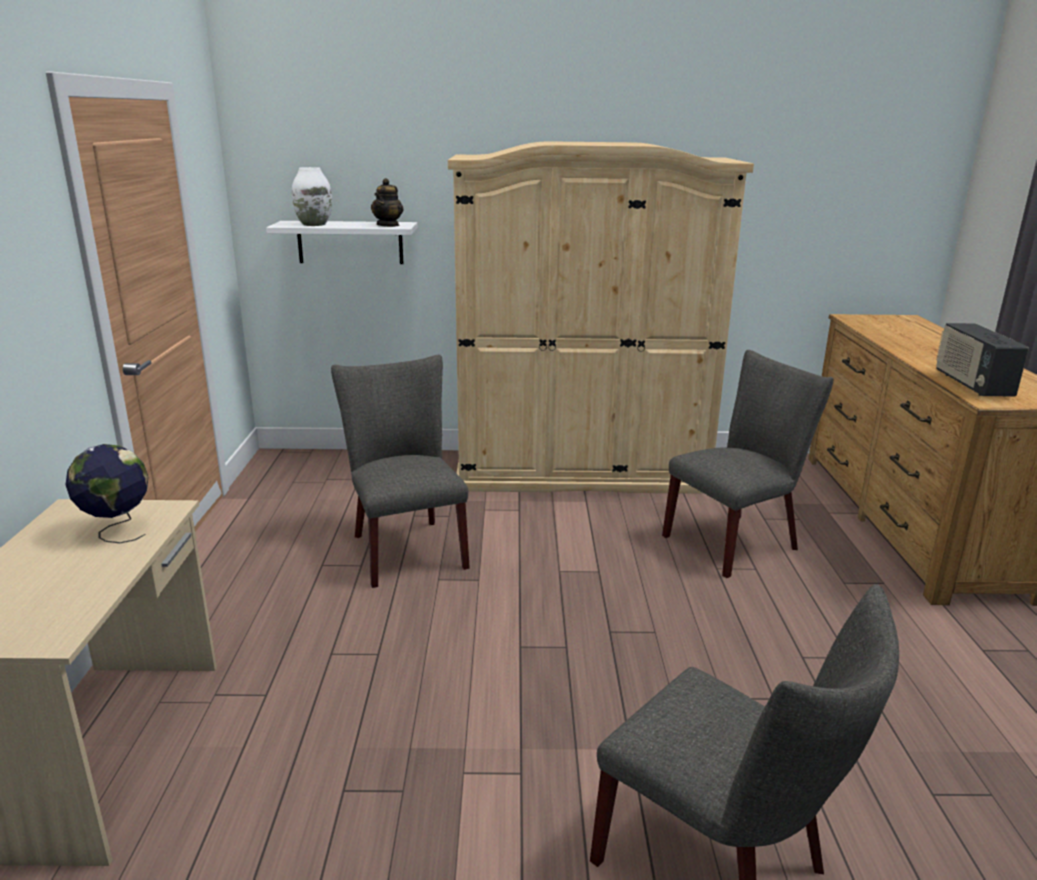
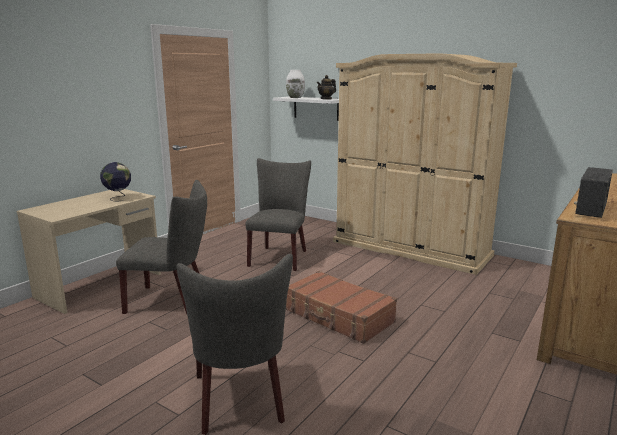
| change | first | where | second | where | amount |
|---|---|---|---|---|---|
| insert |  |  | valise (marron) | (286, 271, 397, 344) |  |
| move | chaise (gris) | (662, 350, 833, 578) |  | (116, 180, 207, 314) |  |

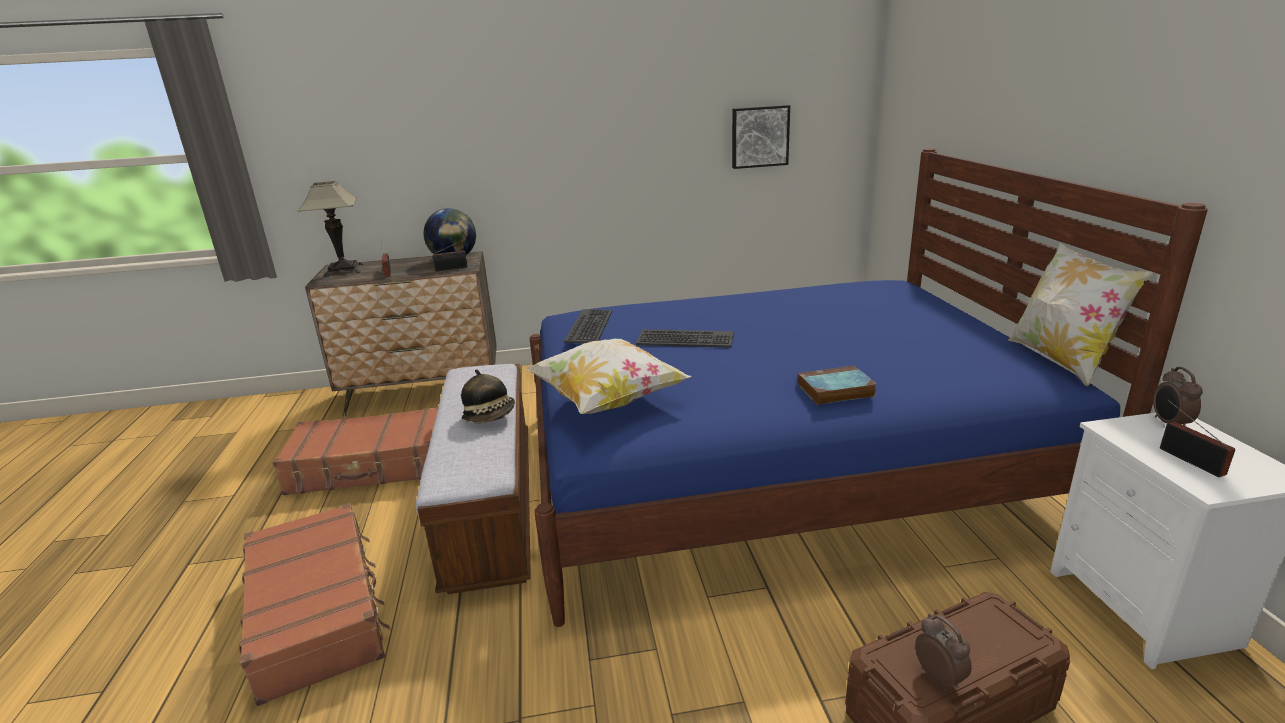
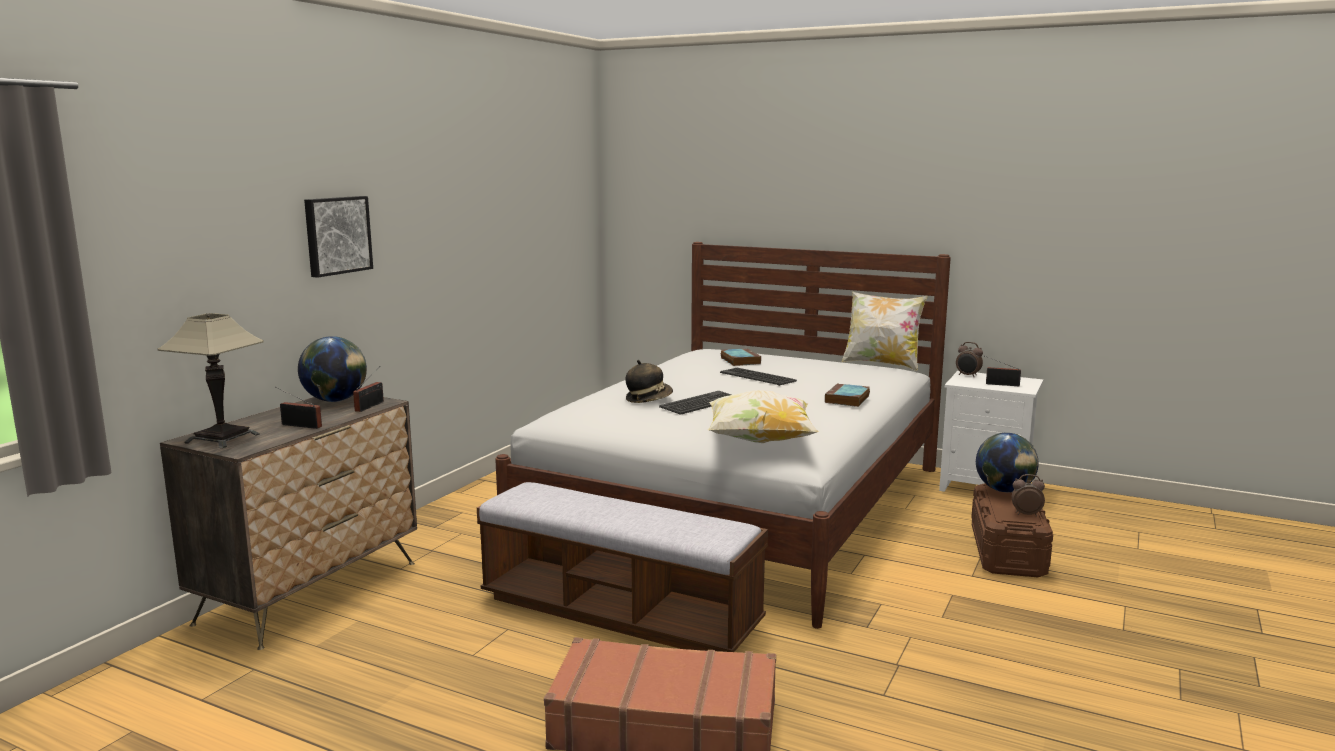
| change | first | where | second | where | amount |
|---|---|---|---|---|---|
| delete | valise (marron) | (272, 407, 438, 496) |  |  |  |
| insert |  |  | livre | (721, 348, 761, 366) |  |
| insert |  |  | globe | (976, 433, 1039, 493) |  |
| move | chapeau | (461, 369, 515, 424) |  | (625, 360, 673, 403) |  |
| move | clavier | (564, 309, 612, 343) |  | (720, 368, 797, 386) |  |
| move | tableau | (732, 105, 790, 169) |  | (304, 196, 373, 278) |  |
| recolor | lit (bleu) | (529, 149, 1208, 627) | lit (blanc) | (495, 242, 951, 629) |  |

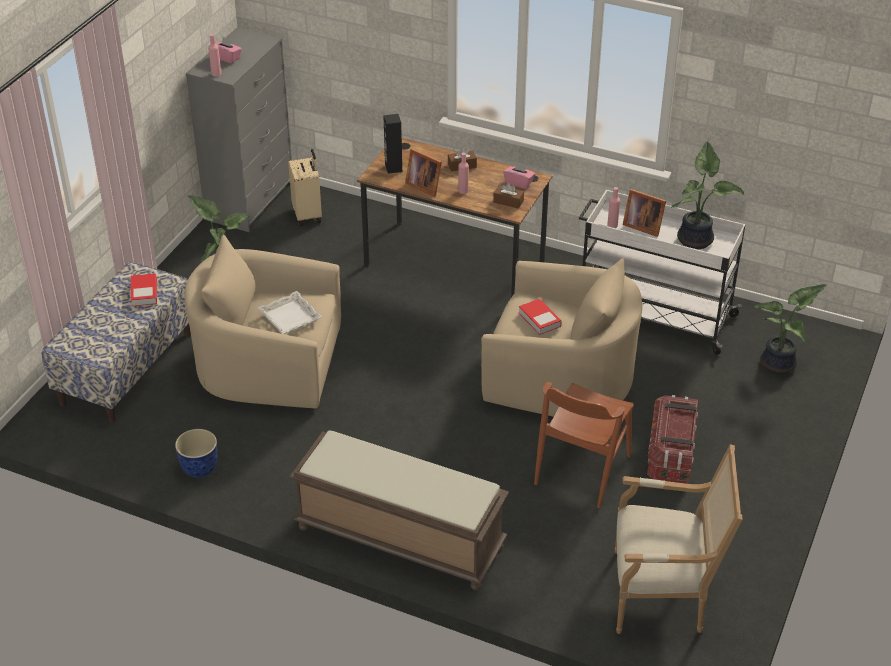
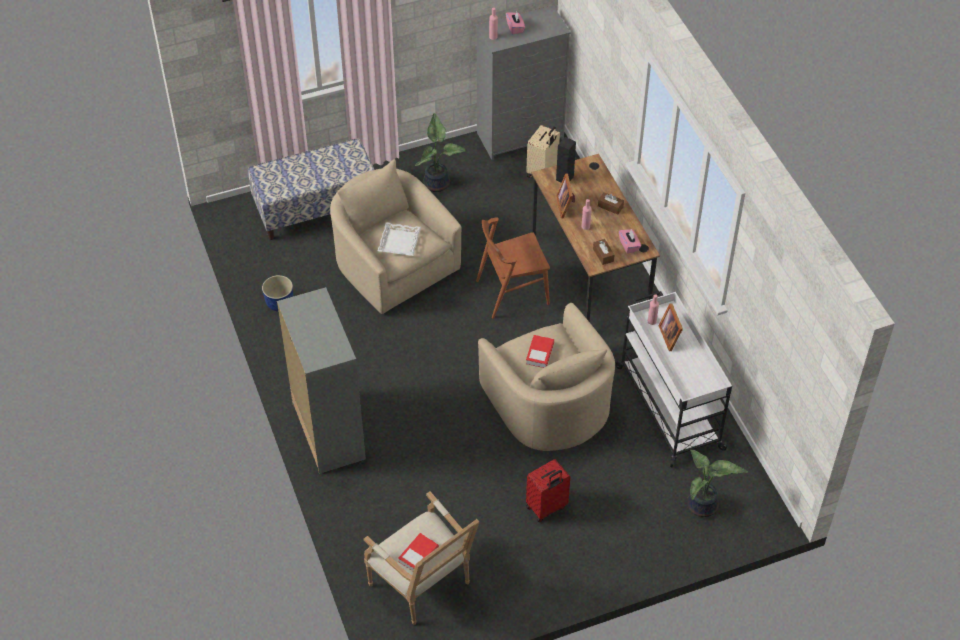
| change | first | where | second | where | amount |
|---|---|---|---|---|---|
| delete | plante en pot | (671, 141, 744, 249) |  |  |  |
| move | livre | (131, 273, 157, 306) |  | (398, 533, 439, 571) |  |
| move | chaise (marron) | (534, 382, 634, 508) |  | (476, 218, 550, 319) |  |
| replace | banc (marron) | (290, 430, 509, 591) | commode (gris) | (277, 287, 366, 474) |  |
| replace | boîte de rangement | (647, 395, 698, 484) | valise (rouge) | (526, 459, 570, 522) |  |

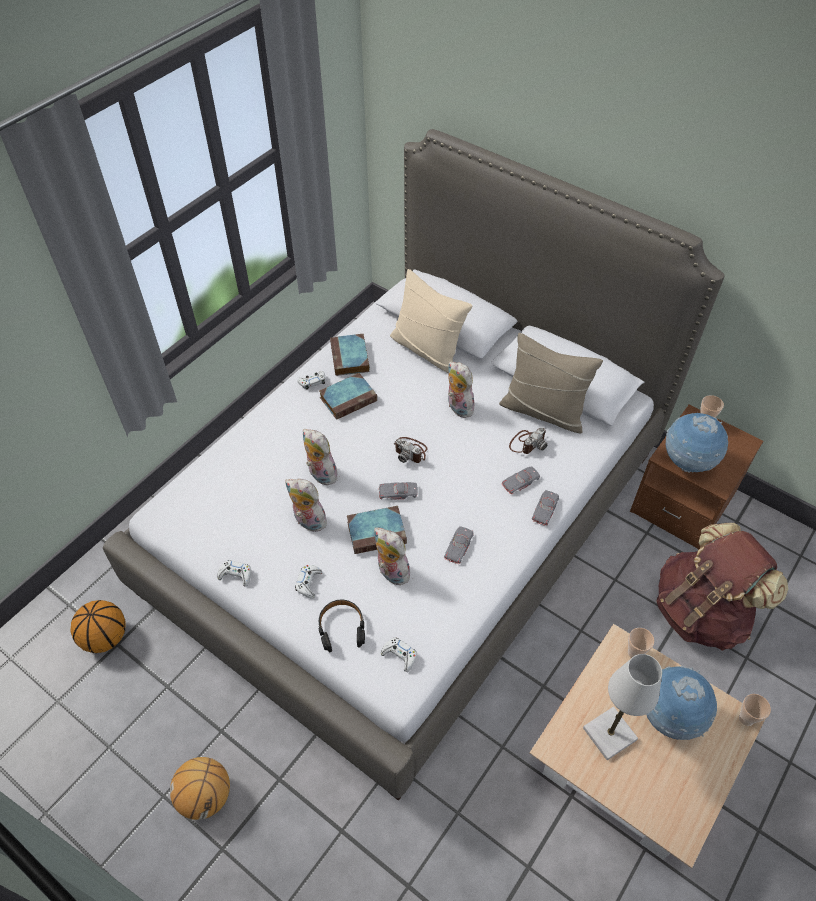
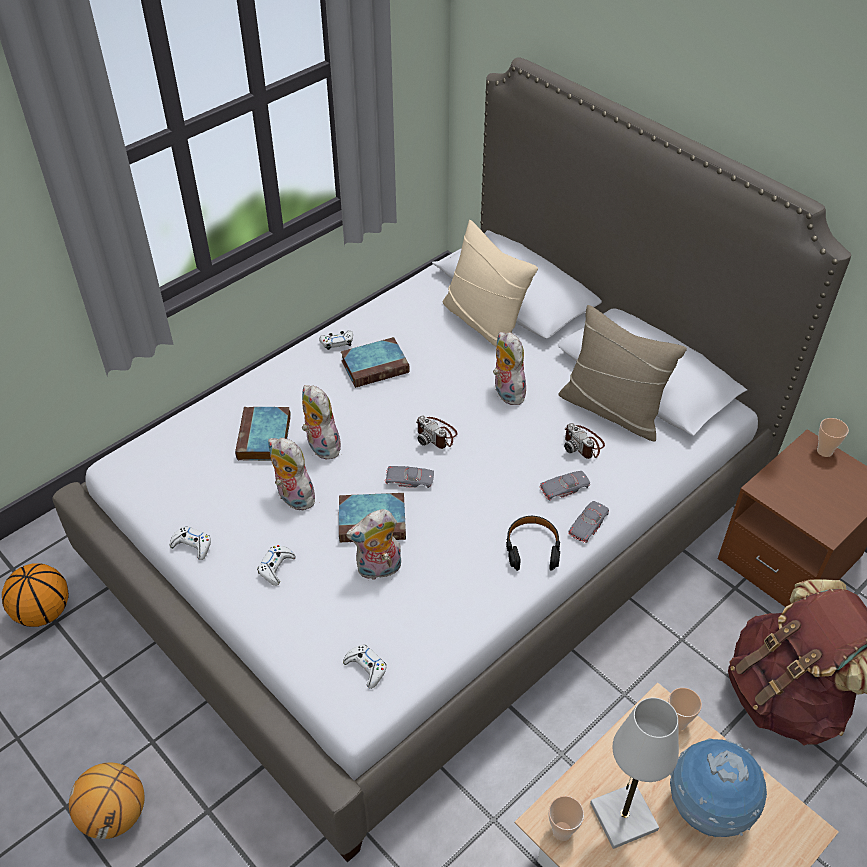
| change | first | where | second | where | amount |
|---|---|---|---|---|---|
| delete | petite voiture (gris) | (444, 526, 474, 564) |  |  |  |
| delete | globe | (666, 413, 728, 472) |  |  |  |
| move | casque audio (noir) | (319, 600, 365, 652) |  | (506, 516, 560, 571) |  |
| move | livre | (330, 334, 370, 376) |  | (235, 407, 291, 461) |  |
| move | tasse | (739, 694, 771, 726) |  | (549, 796, 584, 841) |  |
| rotate | peluche | (374, 527, 410, 586) |  | (346, 509, 401, 580) | 75 degrees counterclockwise |
| rotate | appareil photo | (509, 428, 548, 454) |  | (564, 423, 605, 459) | 90 degrees clockwise |

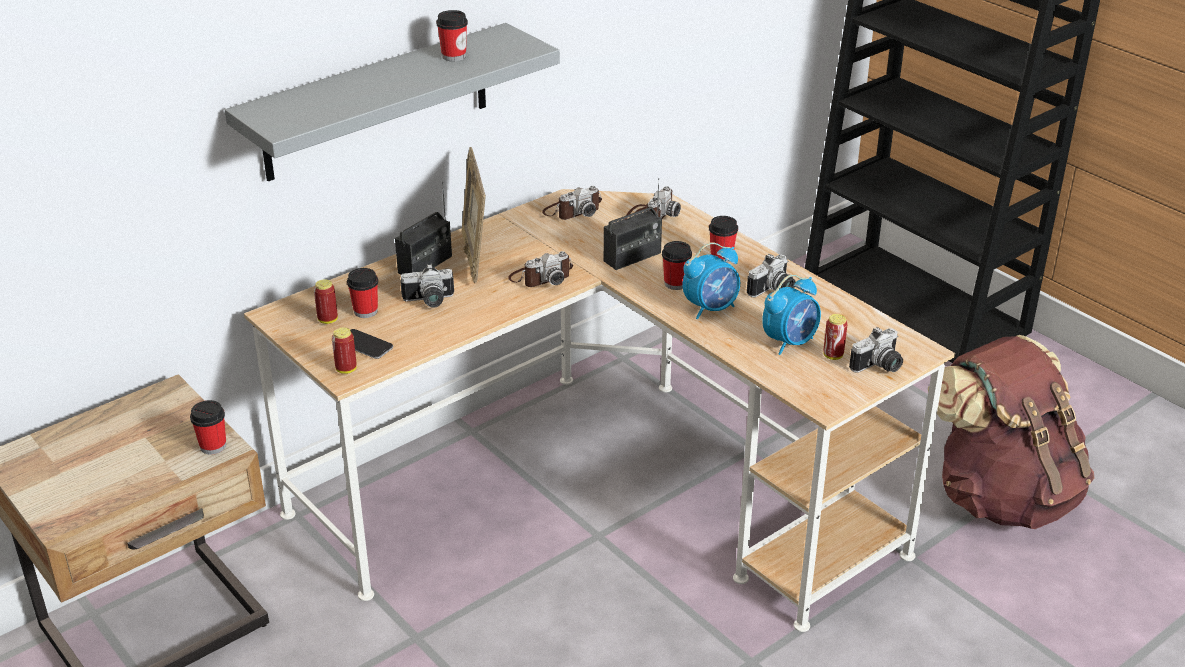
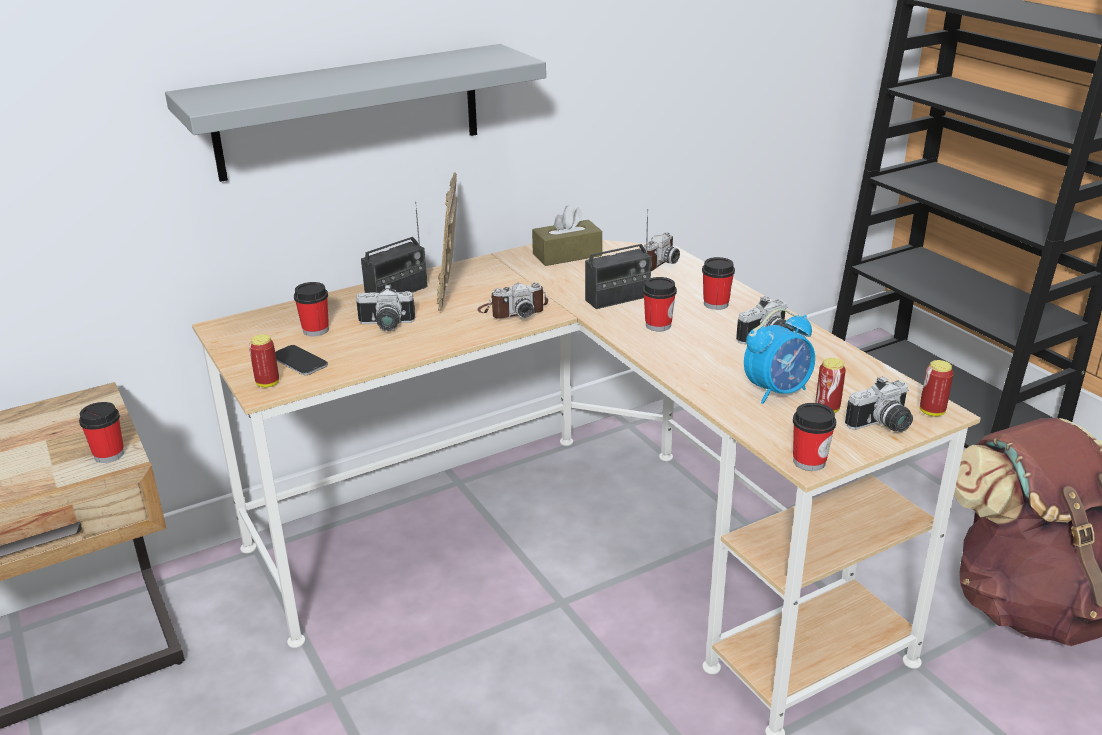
| change | first | where | second | where | amount |
|---|---|---|---|---|---|
| delete | réveil | (683, 242, 740, 320) |  |  |  |
| move | boîte métallique | (314, 279, 338, 324) |  | (920, 360, 954, 416) |  |
| move | tasse | (436, 10, 468, 61) |  | (793, 403, 836, 471) |  |
| replace | appareil photo | (542, 186, 602, 220) | boîte à mouchoirs (marron) | (532, 205, 602, 266) |  |

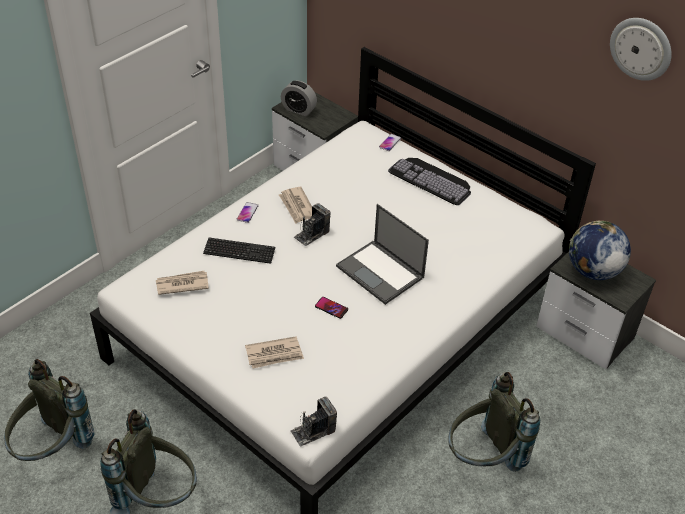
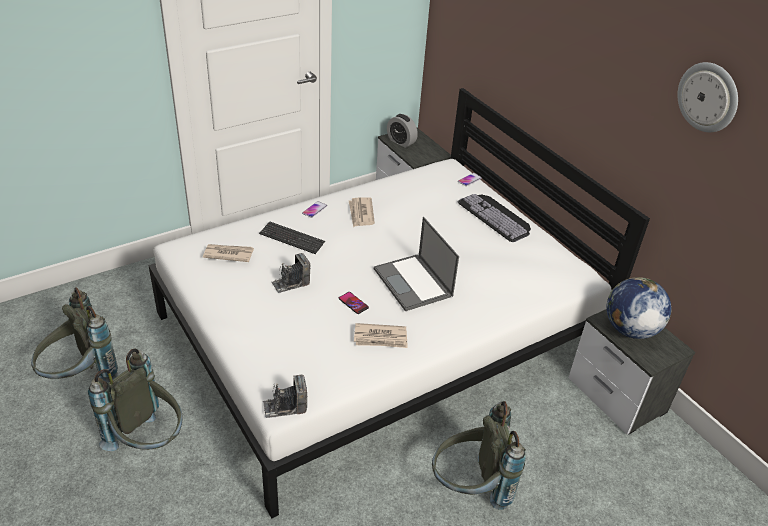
| change | first | where | second | where | amount |
|---|---|---|---|---|---|
| move | journal | (245, 336, 304, 369) |  | (354, 323, 408, 348) |  |
| move | appareil photo | (293, 203, 330, 246) |  | (271, 253, 311, 293) |  |

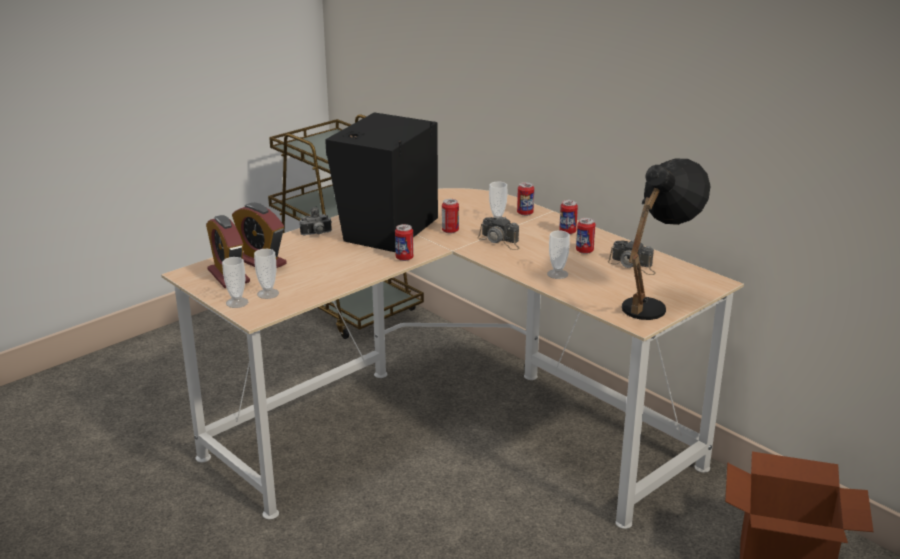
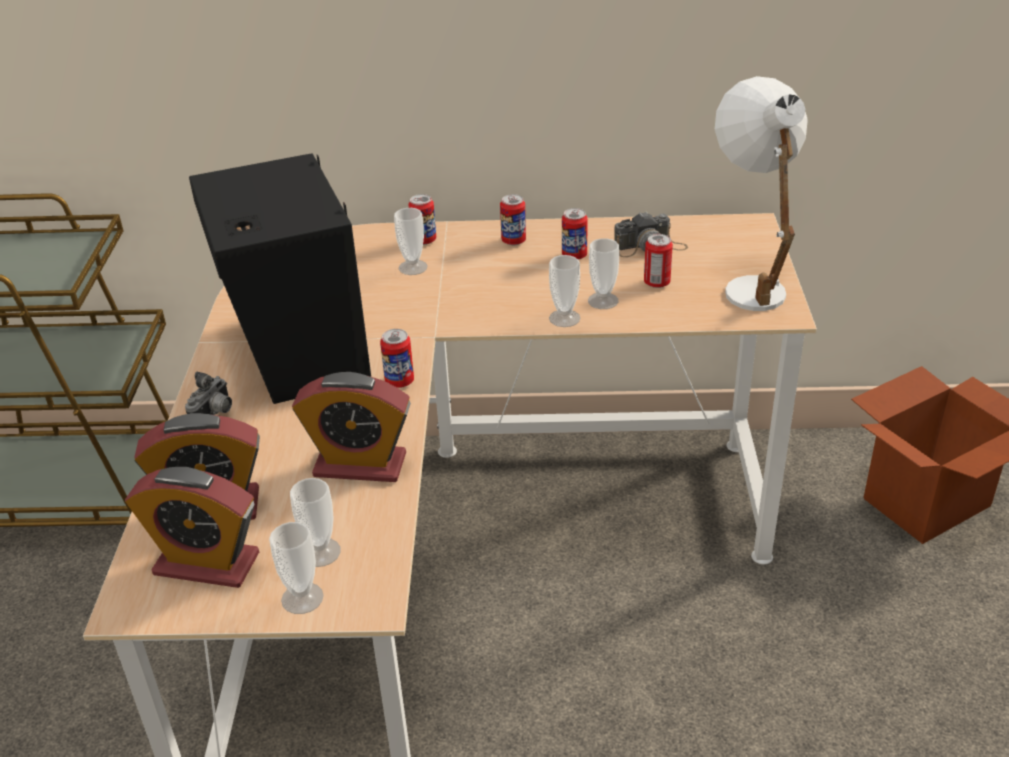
| change | first | where | second | where | amount |
|---|---|---|---|---|---|
| delete | appareil photo | (477, 216, 519, 250) |  |  |  |
| insert |  |  | réveil | (292, 372, 411, 482) |  |
| insert |  |  | tasse | (549, 255, 580, 327) |  |
| move | boîte métallique | (442, 199, 459, 234) |  | (644, 234, 673, 288) |  |
| recolor | lampe de table (noir) | (622, 159, 711, 320) | lampe de table (blanc) | (715, 76, 808, 311) |  |

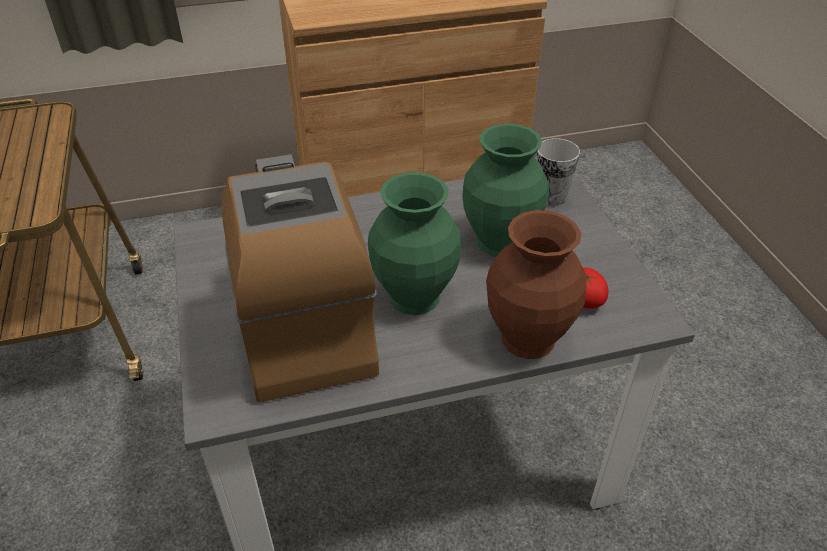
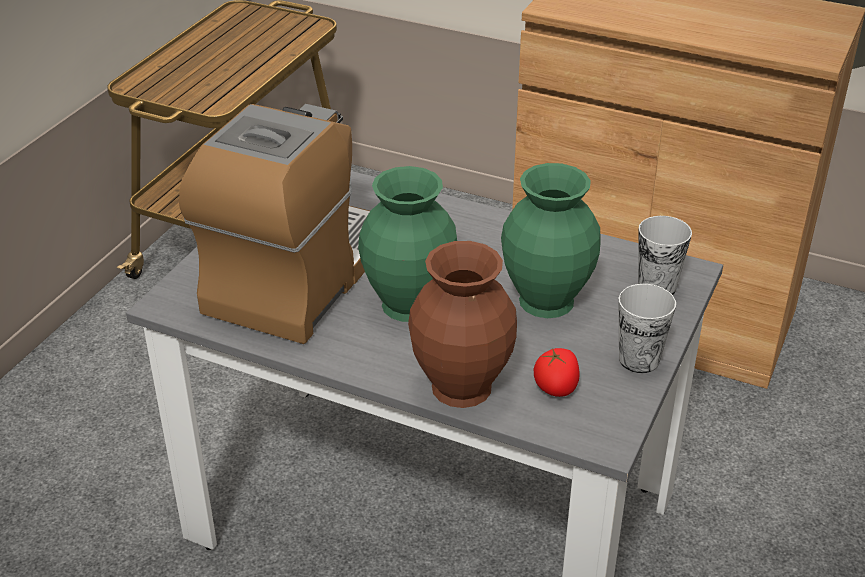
| change | first | where | second | where | amount |
|---|---|---|---|---|---|
| insert |  |  | tasse | (619, 284, 676, 373) |  |

